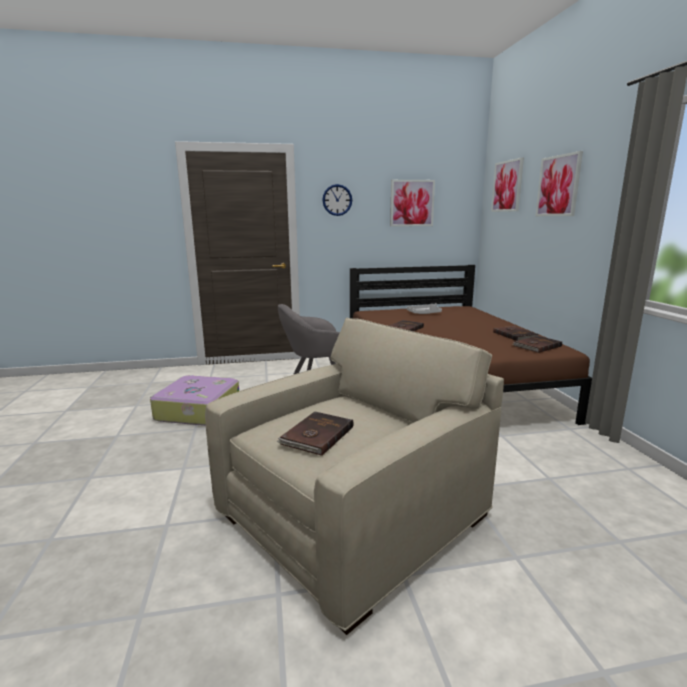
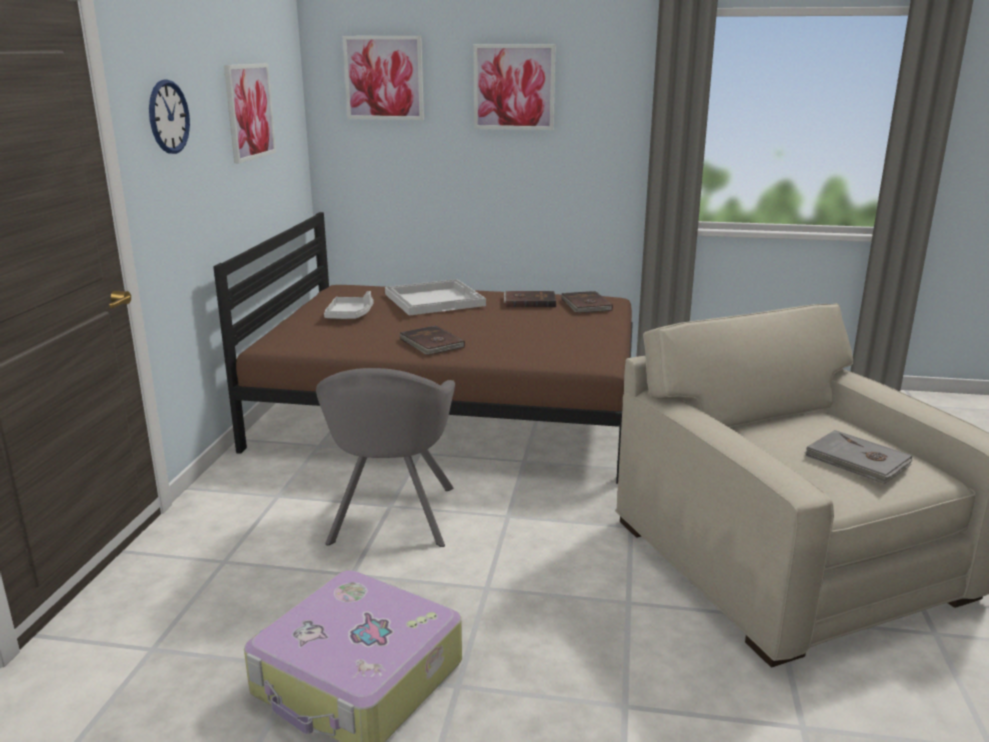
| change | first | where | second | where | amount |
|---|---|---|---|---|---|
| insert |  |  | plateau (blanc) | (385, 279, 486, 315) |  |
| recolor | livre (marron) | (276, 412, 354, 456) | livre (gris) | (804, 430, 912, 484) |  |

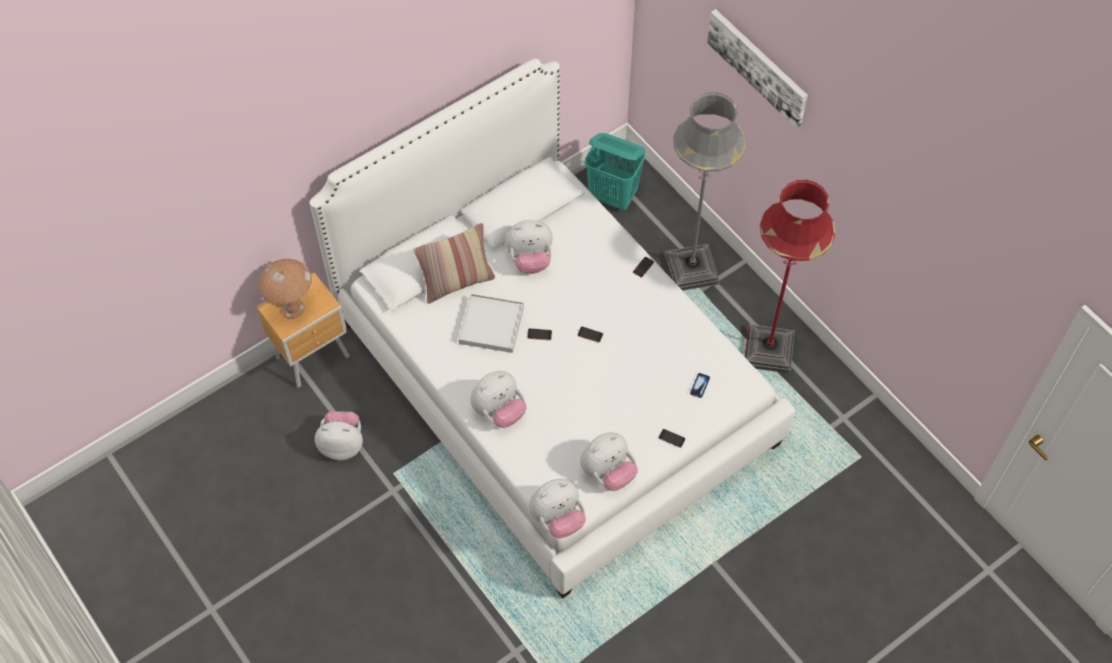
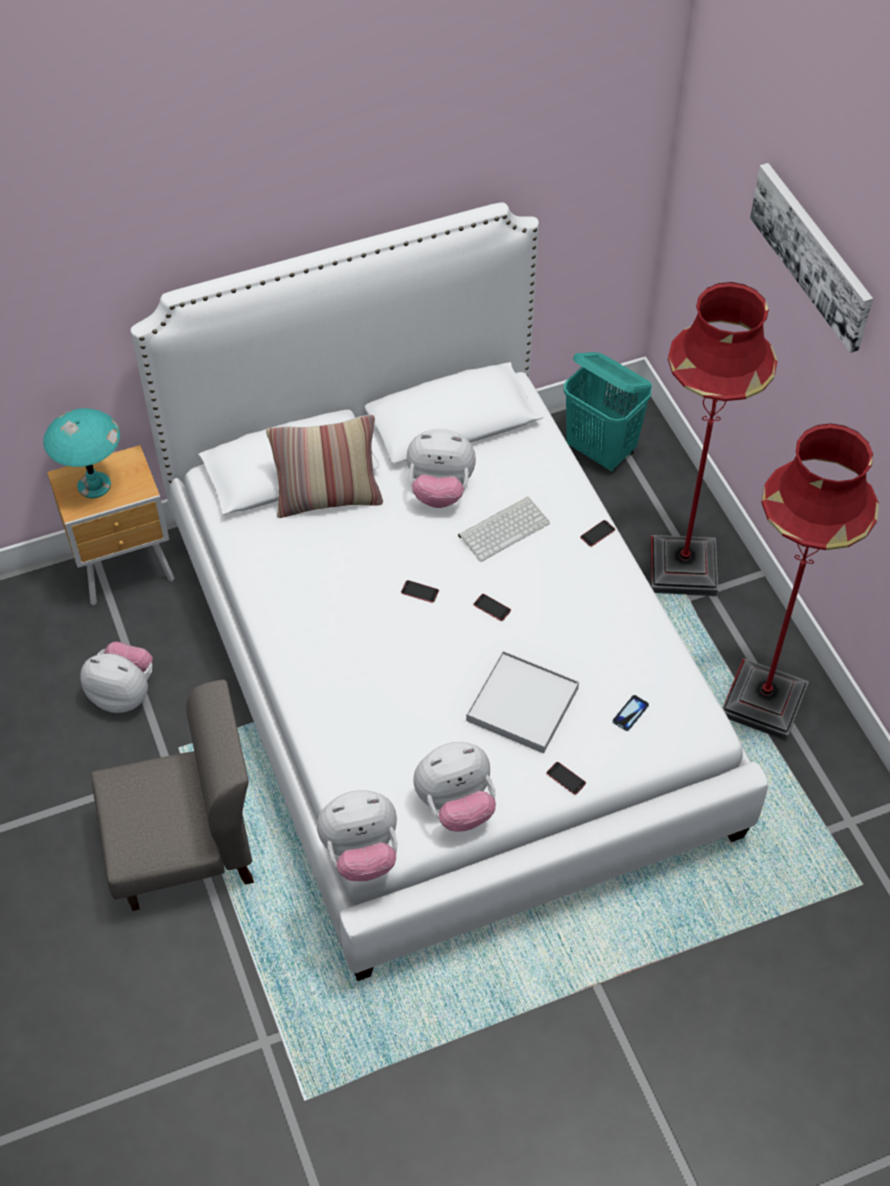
| change | first | where | second | where | amount |
|---|---|---|---|---|---|
| delete | peluche | (470, 371, 527, 428) |  |  |  |
| insert |  |  | chaise (gris) | (91, 680, 254, 911) |  |
| insert |  |  | clavier | (458, 497, 550, 562) |  |
| move | plateau (blanc) | (458, 294, 524, 353) |  | (466, 651, 579, 753) |  |
| recolor | lampe de table (marron) | (258, 259, 312, 319) | lampe de table (turquoise) | (43, 408, 120, 498) |  |
| recolor | lampadaire (gris) | (664, 93, 746, 291) | lampadaire (rouge) | (650, 282, 777, 596) |  |

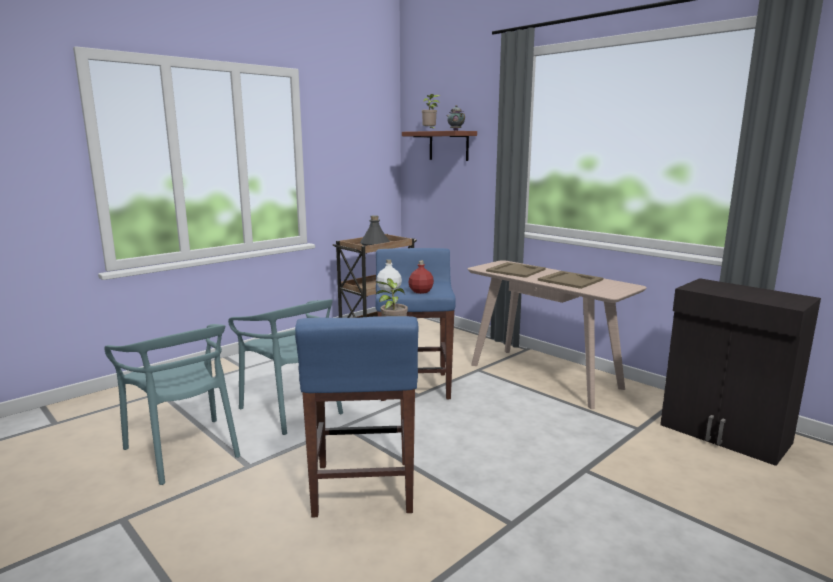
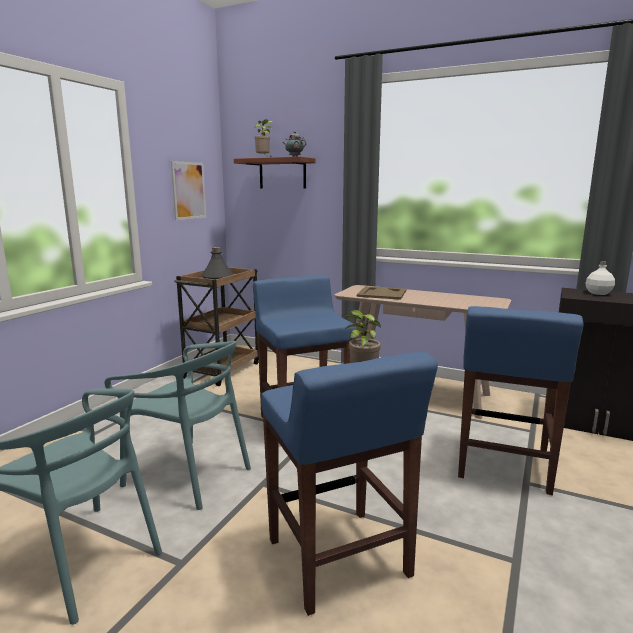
| change | first | where | second | where | amount |
|---|---|---|---|---|---|
| delete | bouteille (rouge) | (409, 261, 434, 294) |  |  |  |
| delete | plateau (beige) | (538, 271, 603, 289) |  |  |  |
| insert |  |  | tableau | (171, 161, 206, 220) |  |
| insert |  |  | tabouret (bleu) | (458, 306, 584, 495) |  |
| move | bouteille (blanc) | (376, 259, 402, 292) |  | (586, 261, 615, 295) |  |

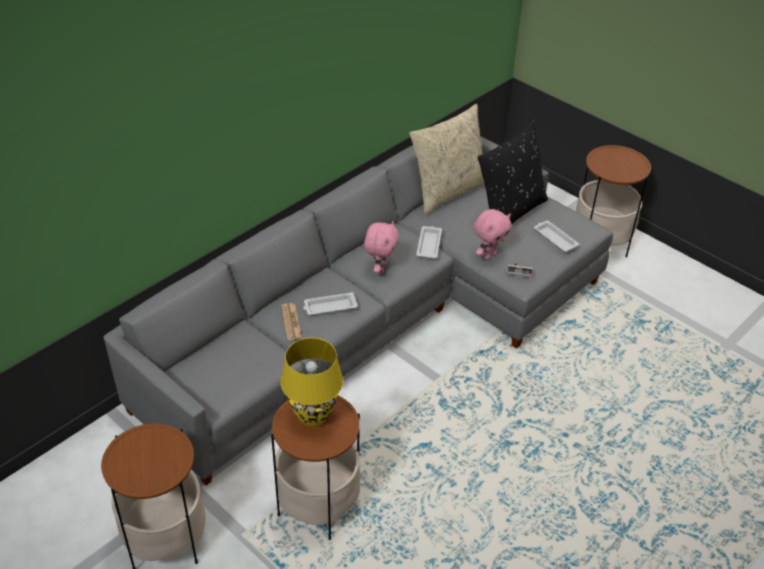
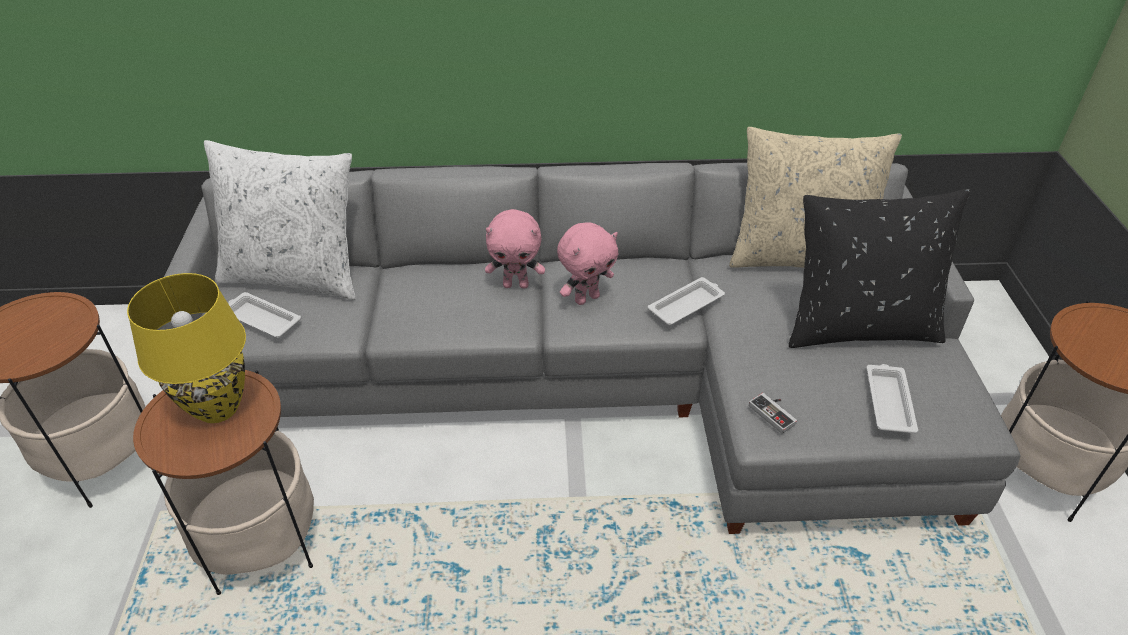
| change | first | where | second | where | amount |
|---|---|---|---|---|---|
| delete | journal | (281, 303, 302, 340) |  |  |  |
| insert |  |  | coussin (blanc) | (204, 140, 356, 300) |  |
| move | plateau (blanc) | (303, 292, 358, 315) |  | (228, 292, 301, 338) |  |
| move | peluche (rose) | (474, 209, 511, 260) |  | (485, 209, 545, 289) |  |

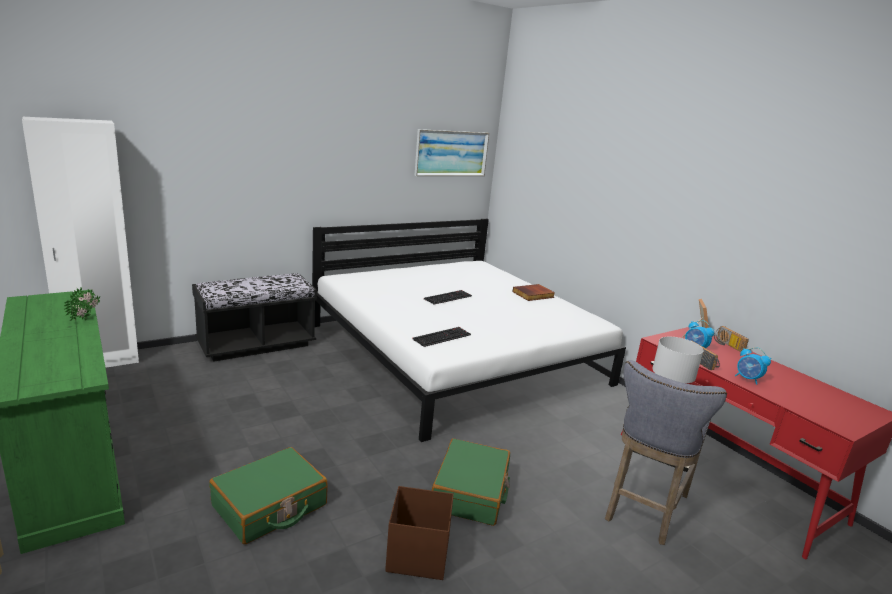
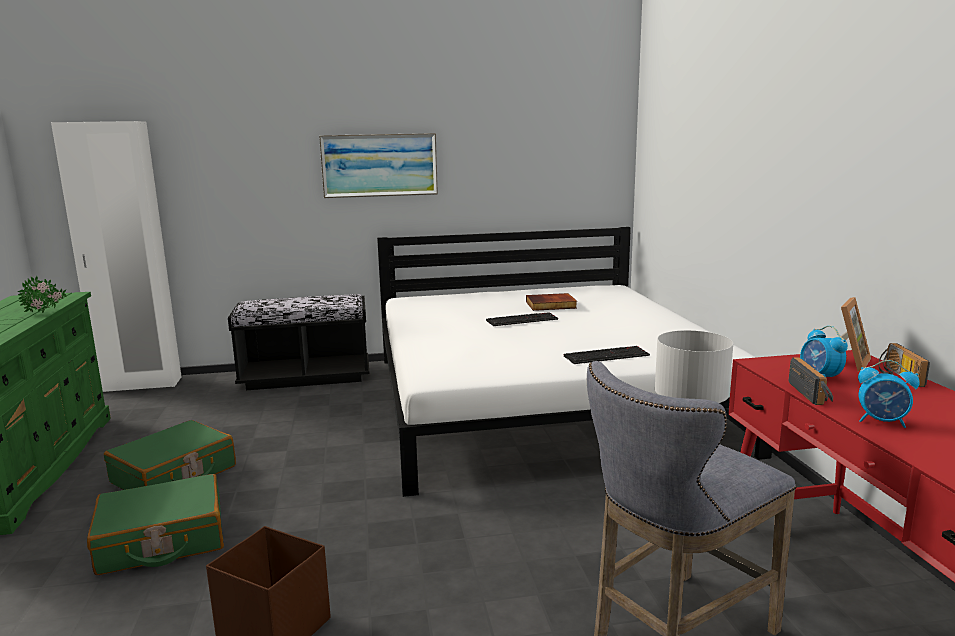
| change | first | where | second | where | amount |
|---|---|---|---|---|---|
| move | clavier | (412, 327, 471, 347) |  | (563, 346, 650, 364) |  |
| move | tableau | (414, 129, 489, 176) |  | (319, 133, 438, 198) |  |
| move | valise (vert) | (432, 438, 510, 526) |  | (104, 420, 236, 490) |  |
| move | livre | (512, 284, 555, 301) |  | (526, 293, 577, 311) |  |
| rotate | réveil | (735, 347, 771, 385) |  | (858, 360, 920, 428) | 45 degrees counterclockwise |

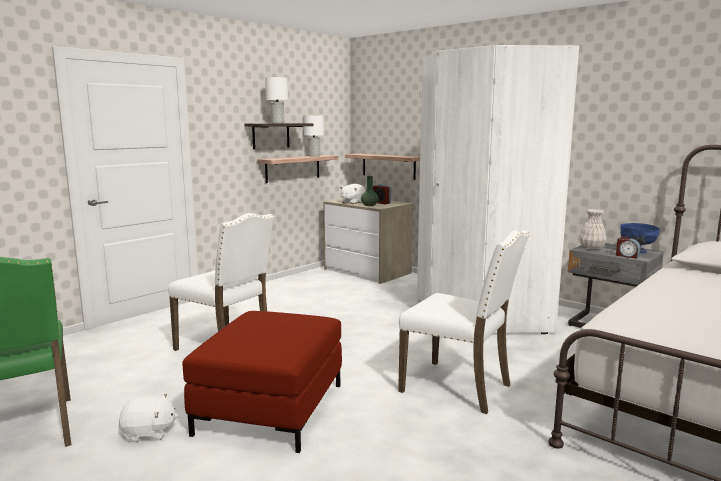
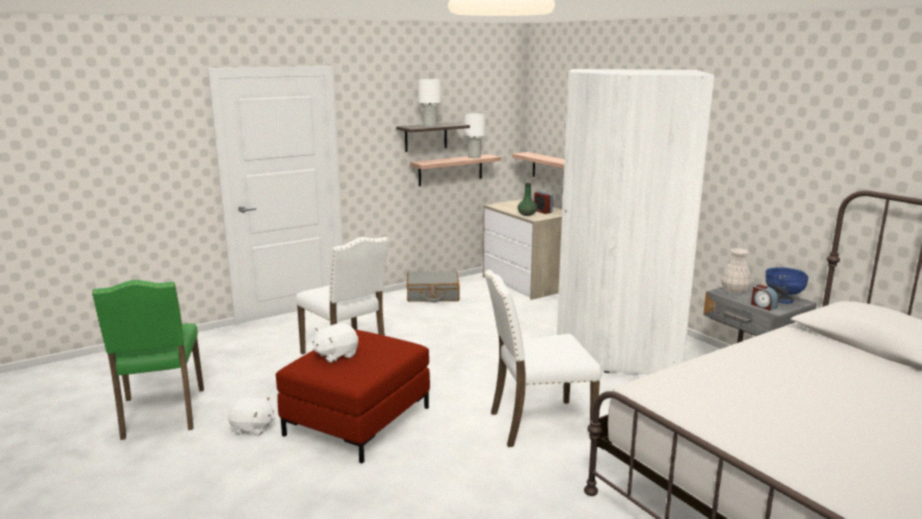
| change | first | where | second | where | amount |
|---|---|---|---|---|---|
| insert |  |  | valise (gris) | (407, 271, 459, 302) |  |
| move | peluche (blanc) | (340, 184, 366, 204) |  | (312, 323, 358, 363) |  |
| rotate | chaise (blanc) | (398, 230, 530, 414) |  | (484, 270, 602, 447) | 120 degrees clockwise |

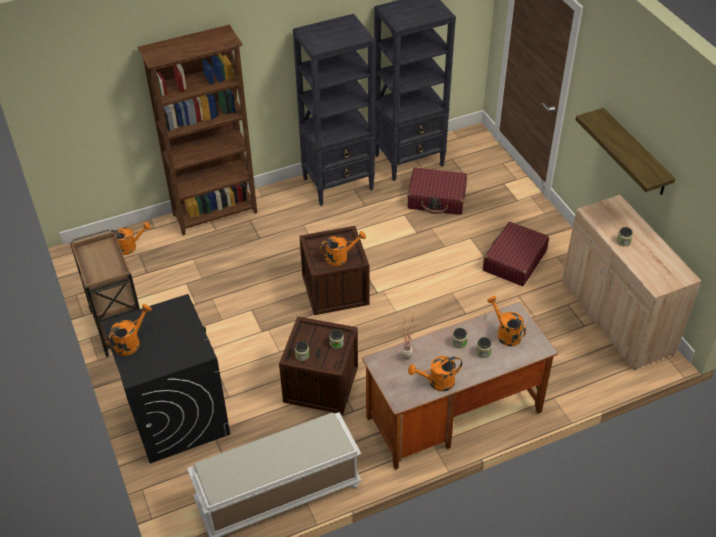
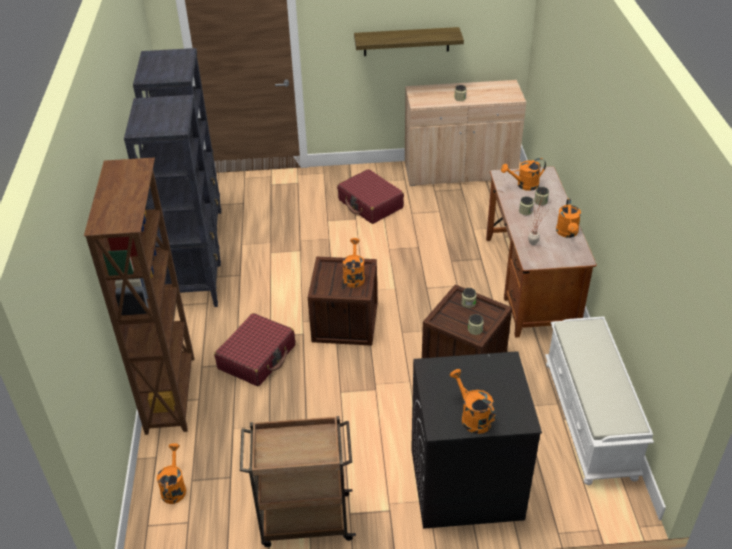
| change | first | where | second | where | amount |
|---|---|---|---|---|---|
| move | valise (rouge) | (408, 168, 467, 215) |  | (214, 313, 295, 386) |  |

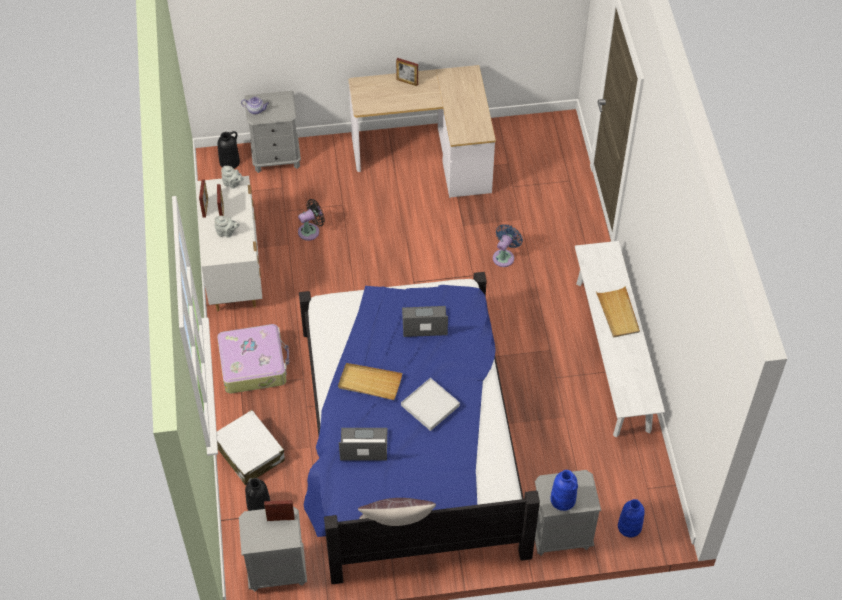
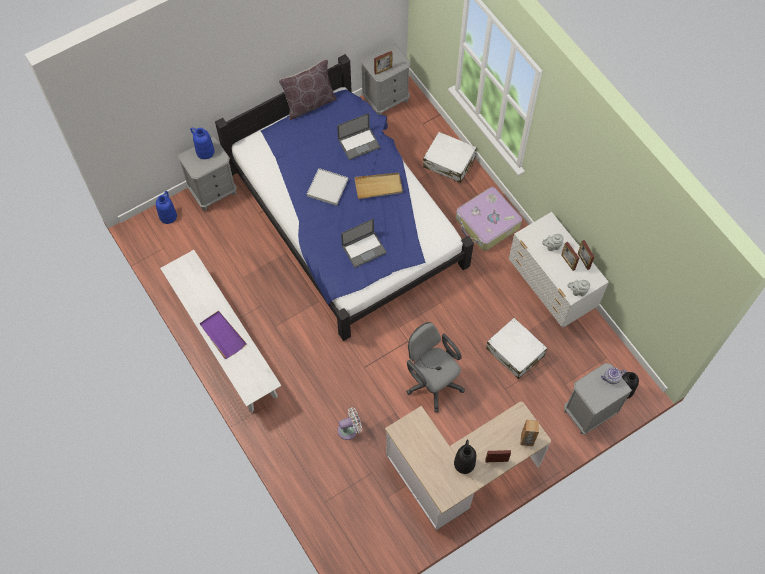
| change | first | where | second | where | amount |
|---|---|---|---|---|---|
| delete | ventilateur (bleu) | (493, 224, 523, 267) |  |  |  |
| insert |  |  | ventilateur (blanc) | (337, 407, 362, 440) |  |
| insert |  |  | chaise de bureau (gris) | (406, 322, 465, 413) |  |
| insert |  |  | enceinte (marron) | (520, 419, 539, 446) |  |
| move | vase (noir) | (245, 478, 270, 511) |  | (454, 440, 476, 474) |  |
| replace | ventilateur (noir) | (298, 199, 325, 241) | valise (blanc) | (486, 318, 547, 379) |  |
| recolor | plateau (beige) | (596, 286, 640, 338) | plateau (violet) | (200, 311, 247, 359) |  |

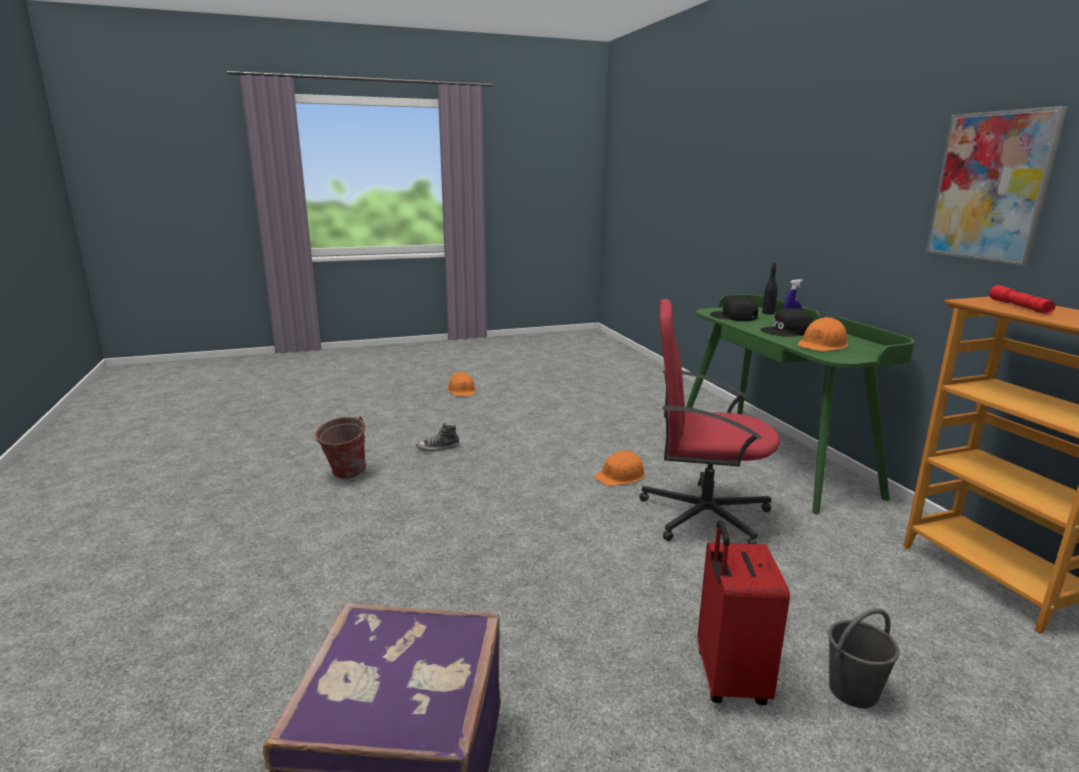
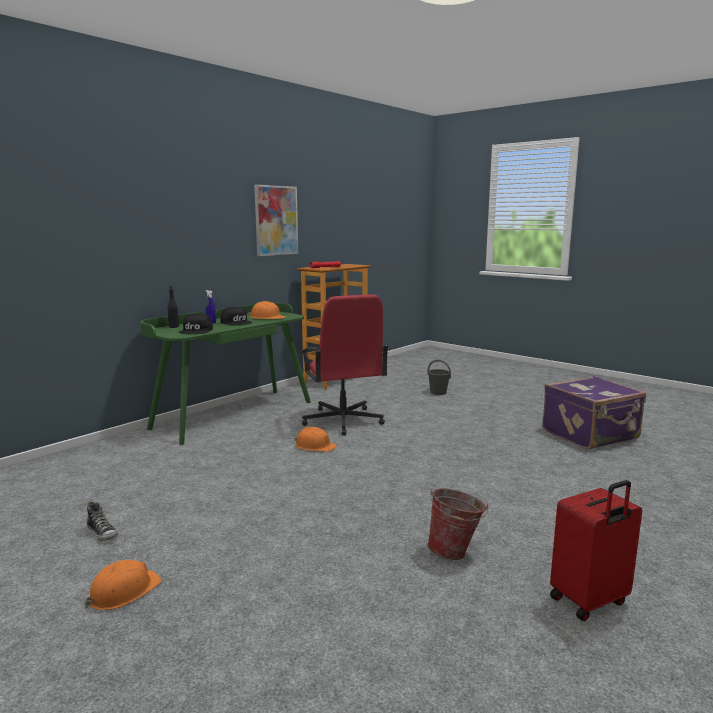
| change | first | where | second | where | amount |
|---|---|---|---|---|---|
| move | chaussure | (416, 423, 460, 452) |  | (87, 502, 118, 541) |  |
| move | valise (rouge) | (698, 520, 790, 705) |  | (550, 480, 642, 621) |  |

